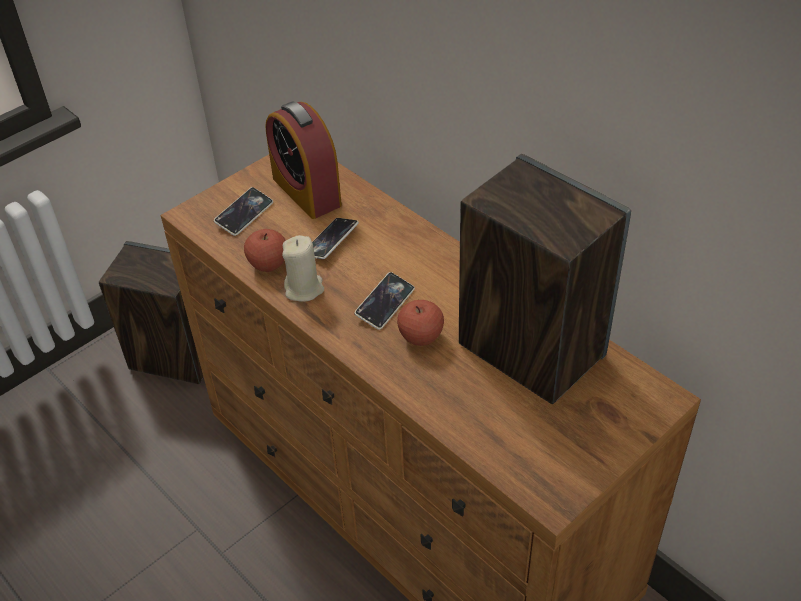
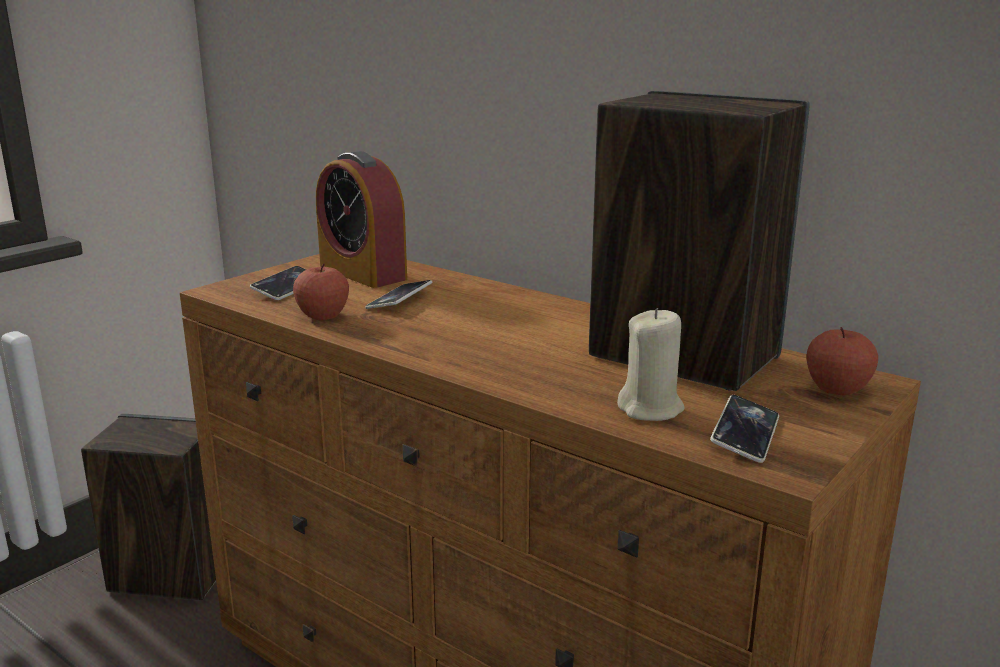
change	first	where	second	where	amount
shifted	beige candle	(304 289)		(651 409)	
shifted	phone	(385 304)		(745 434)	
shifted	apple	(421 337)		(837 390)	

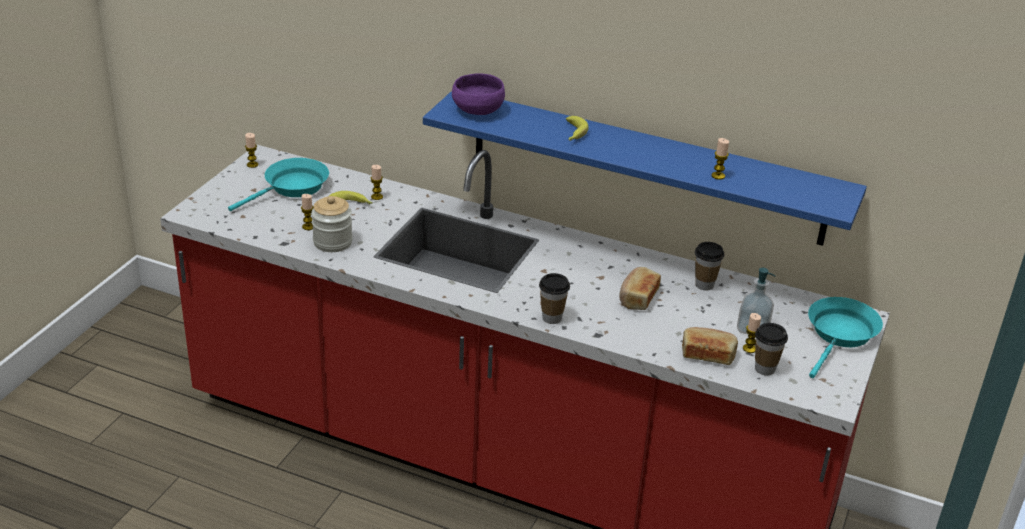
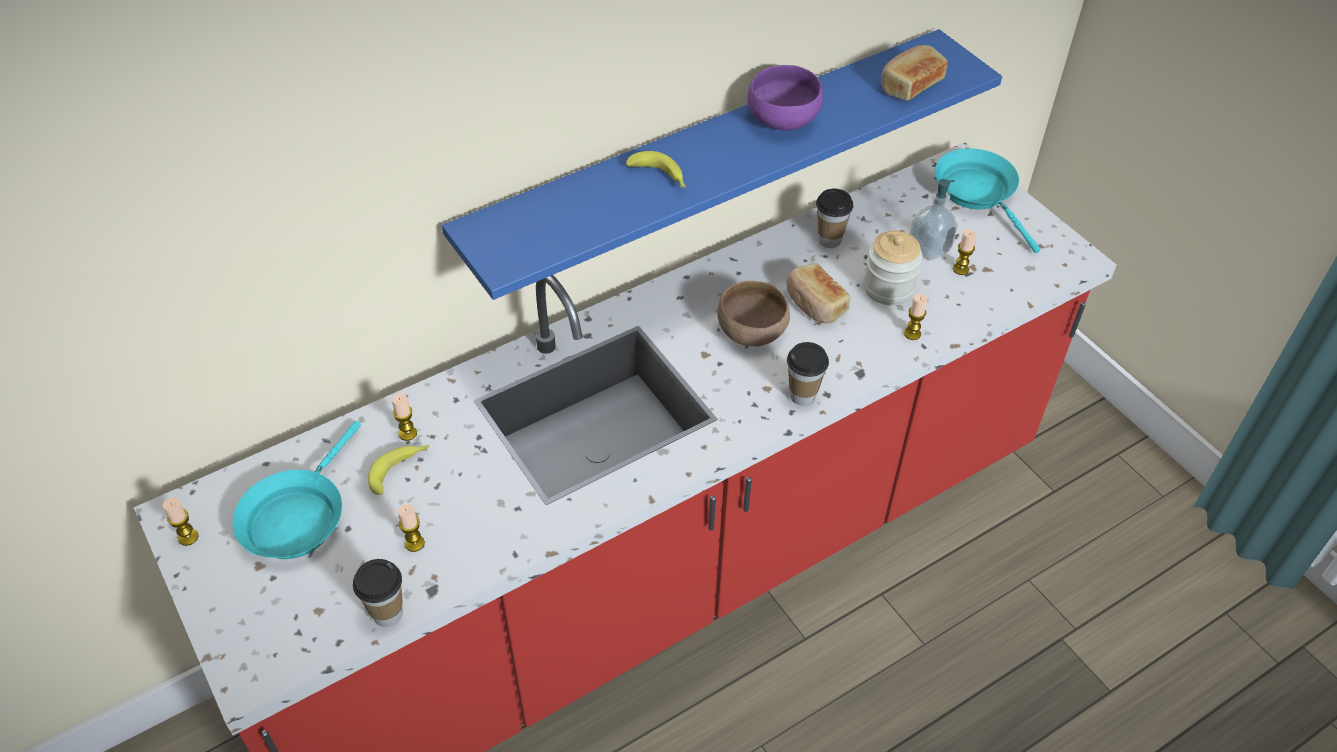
change	first	where	second	where	amount
rotated	turquoise frying pan	(292 187)		(297 516)	150 degrees counterclockwise
shifted	cup	(765 369)		(387 613)	
new			brown bowl	(753 331)	
shifted	purple bowl	(477 111)		(782 121)	
shifted	jar	(332 242)		(888 288)	
shifted	bread	(707 355)		(909 84)	
shifted	candle	(718 176)		(912 333)	

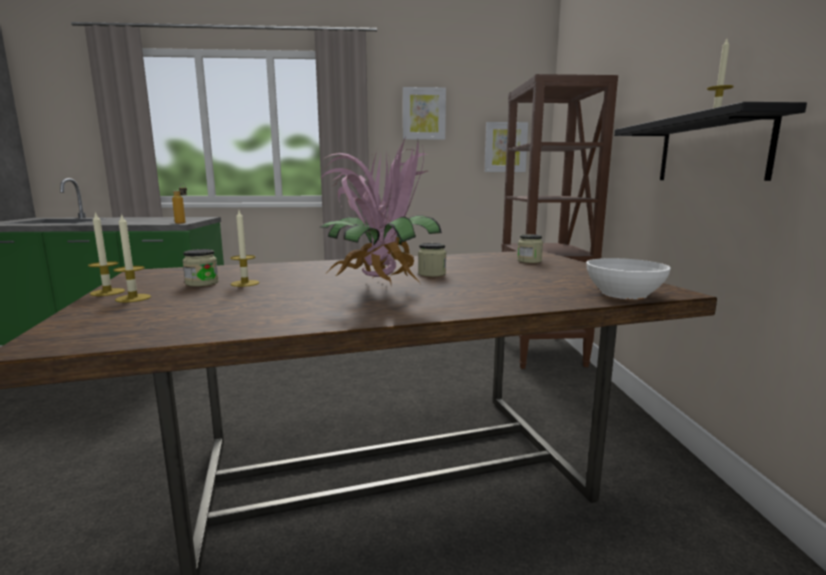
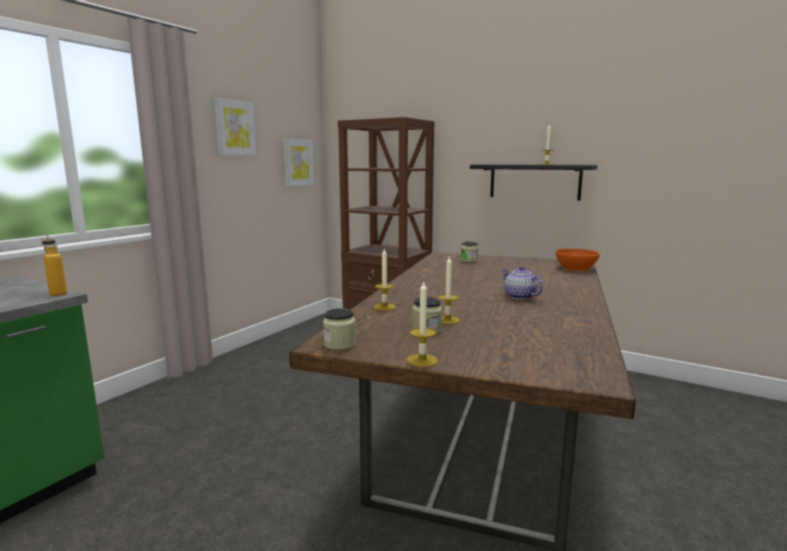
change	first	where	second	where	amount
shifted	jar	(432 274)		(339 344)	
shifted	candle	(133 298)		(384 307)	
swapped	potted plant	(381 291)	teapot	(520 297)	
repainted	white bowl	(623 294)	orange bowl	(576 268)	

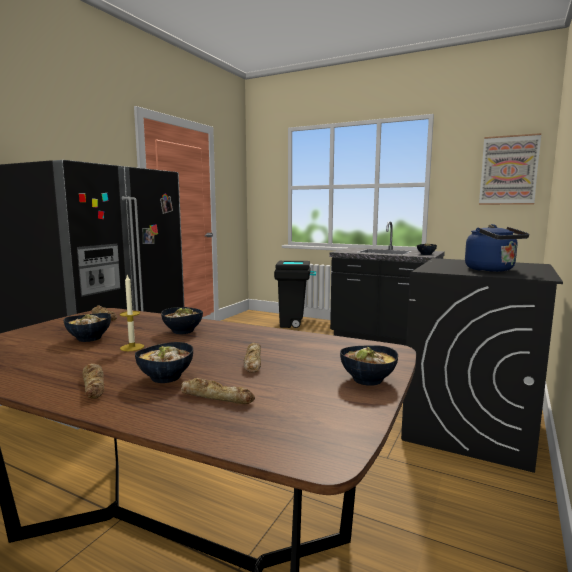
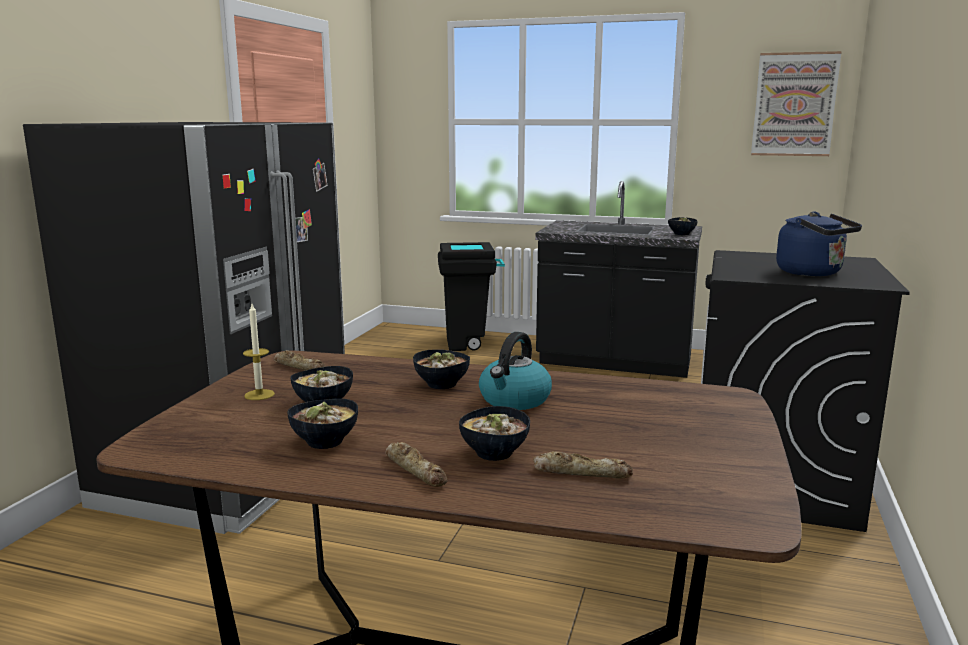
change	first	where	second	where	amount
shifted	candle	(132 347)		(259 395)	
shifted	bowl	(366 379)		(323 441)	
new			kettle	(514 400)	
gone	bread	(252 362)			

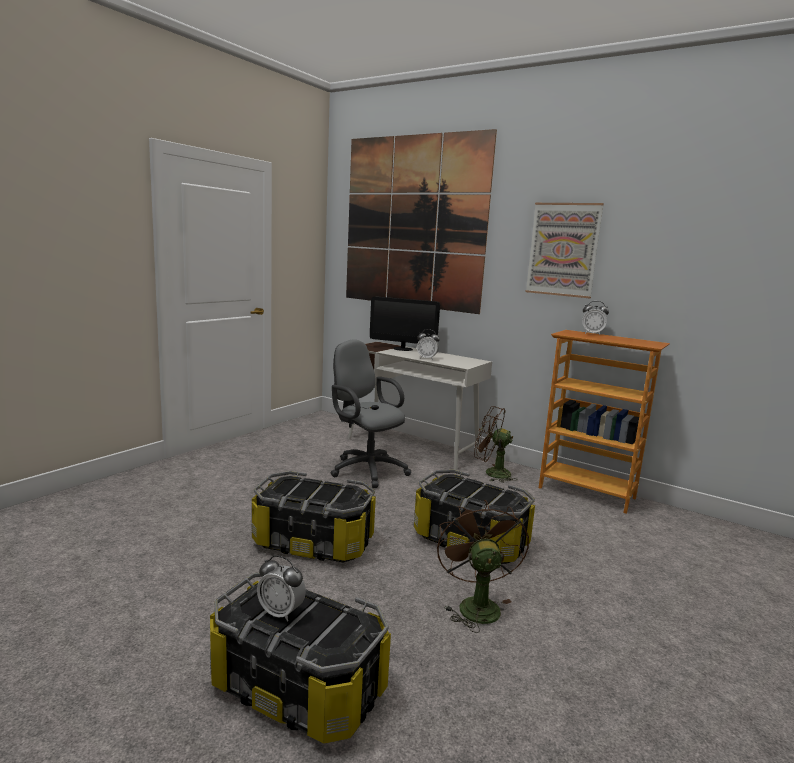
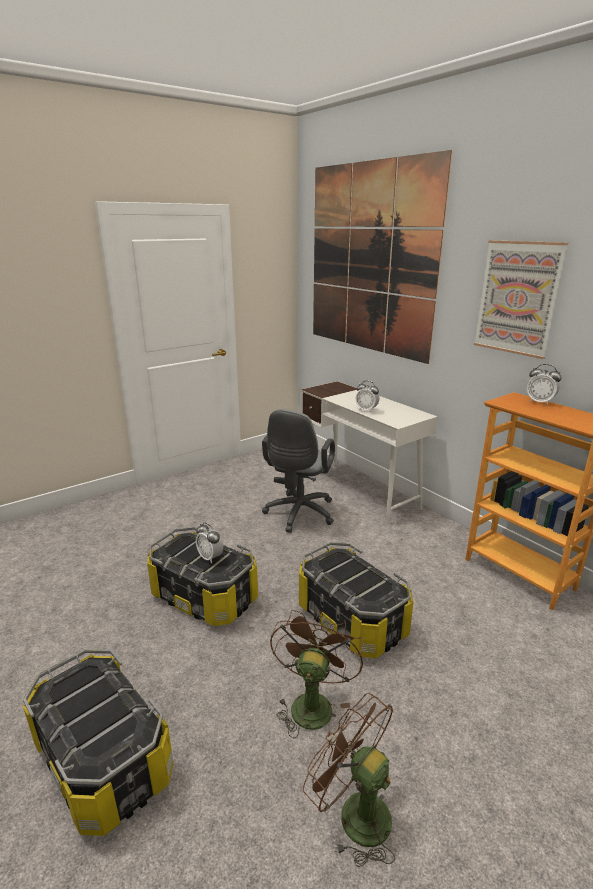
change	first	where	second	where	amount
shifted	alarm clock	(281 613)		(210 557)	
rotated	grey office chair	(365 469)		(298 515)	135 degrees counterclockwise
shifted	brown fan	(491 473)		(354 812)	
gone	monitor	(403 349)			

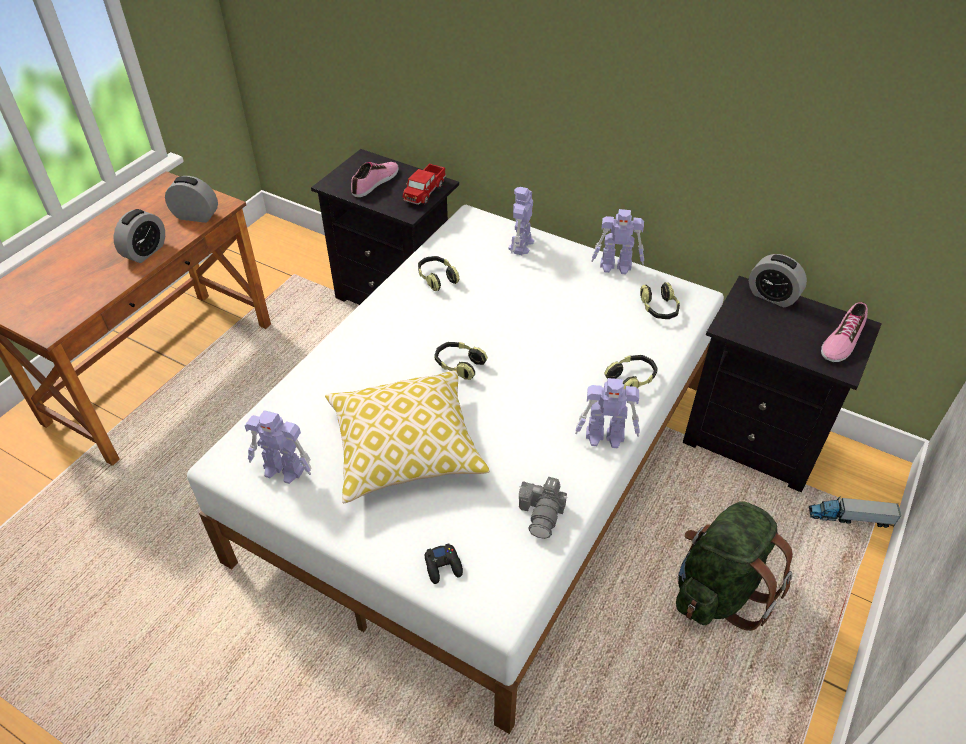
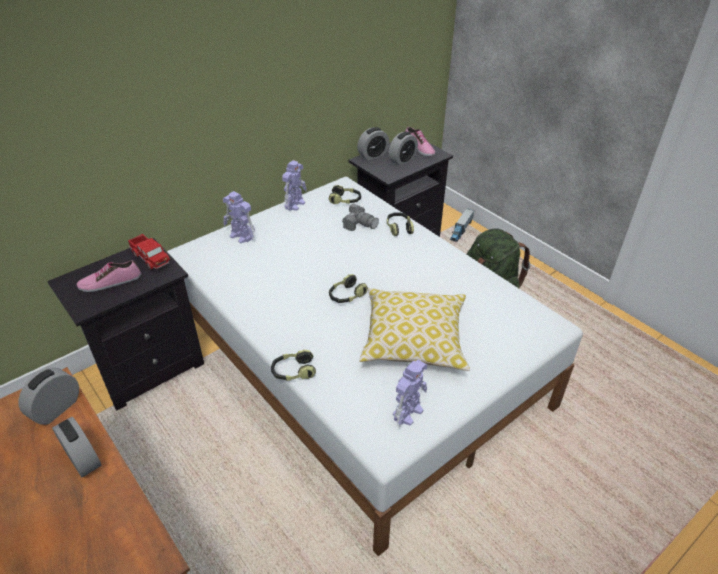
change	first	where	second	where	amount
rotated	shoe	(375 182)		(110 282)	75 degrees counterclockwise
shifted	headphones	(437 278)		(293 372)	
shifted	photo camera	(542 513)		(360 224)	
new			alarm clock	(402 160)	
gone	black game controller	(443 566)			
gone	toy robot	(606 437)			

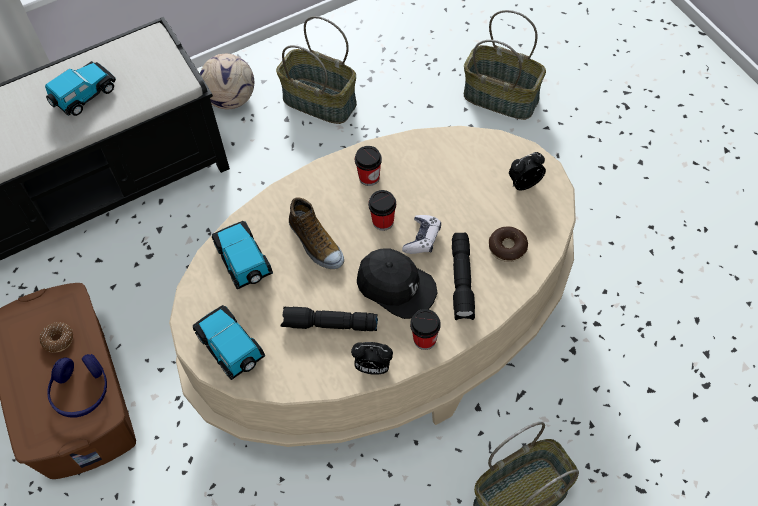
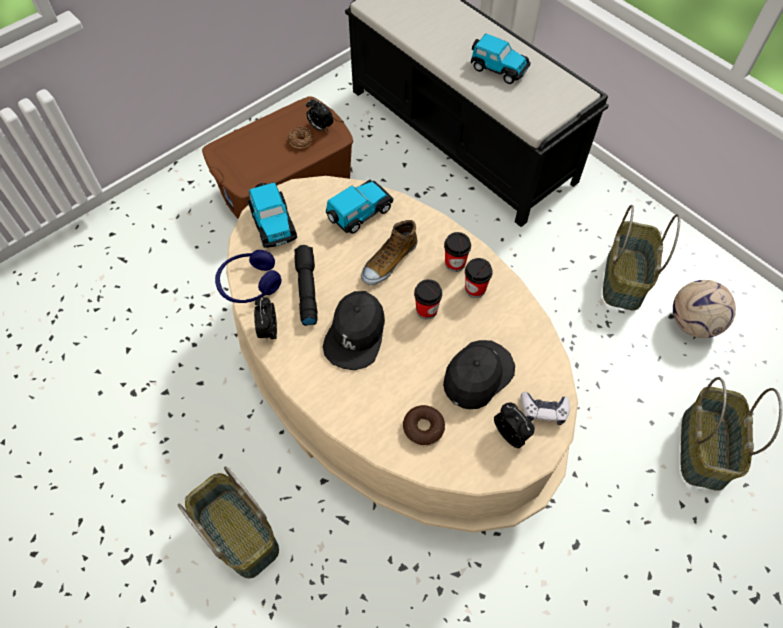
change	first	where	second	where	amount
shifted	blue headphones	(81 391)		(249 284)	
rotated	toy car	(231 348)		(273 224)	120 degrees clockwise
new			alarm clock	(320 127)	
new			black cap	(477 375)	
shifted	cup	(425 339)		(455 263)	
shifted	game controller	(422 238)		(543 411)	
shifted	football	(230 99)		(692 322)	
gone	black flashlight	(462 281)			

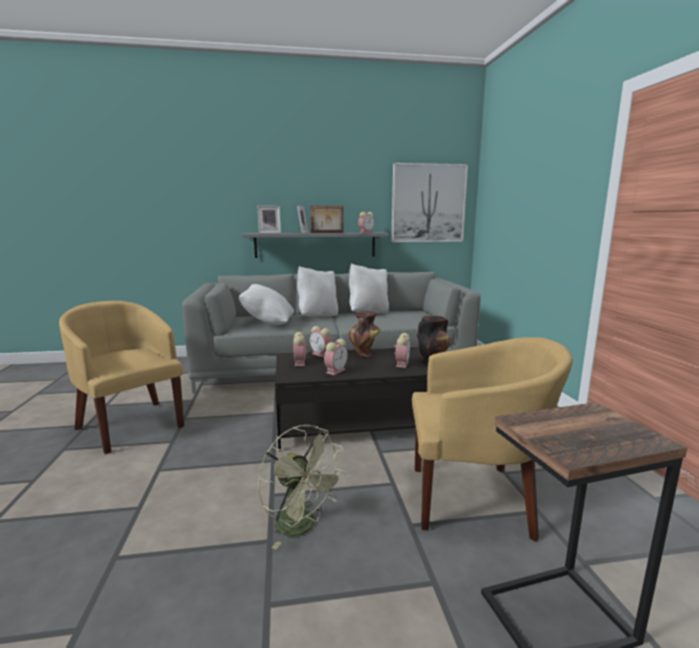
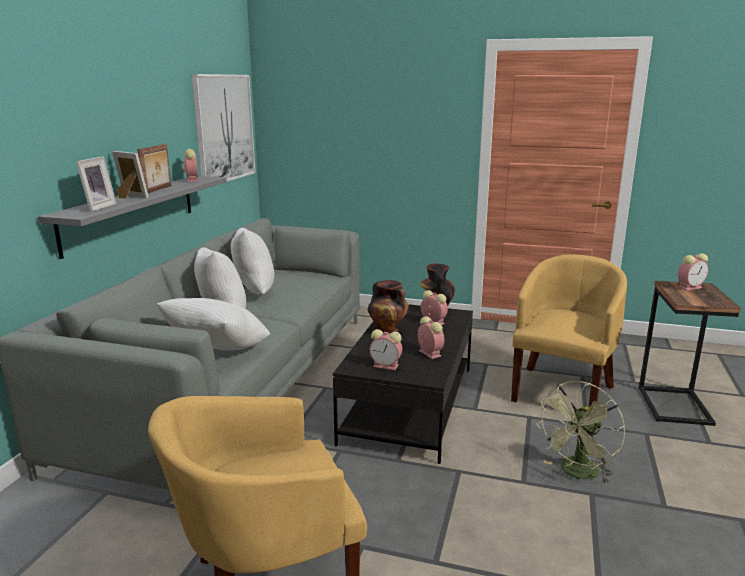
change	first	where	second	where	amount
rotated	green fan	(302 527)		(577 473)	150 degrees clockwise
shifted	alarm clock	(321 354)		(690 287)	

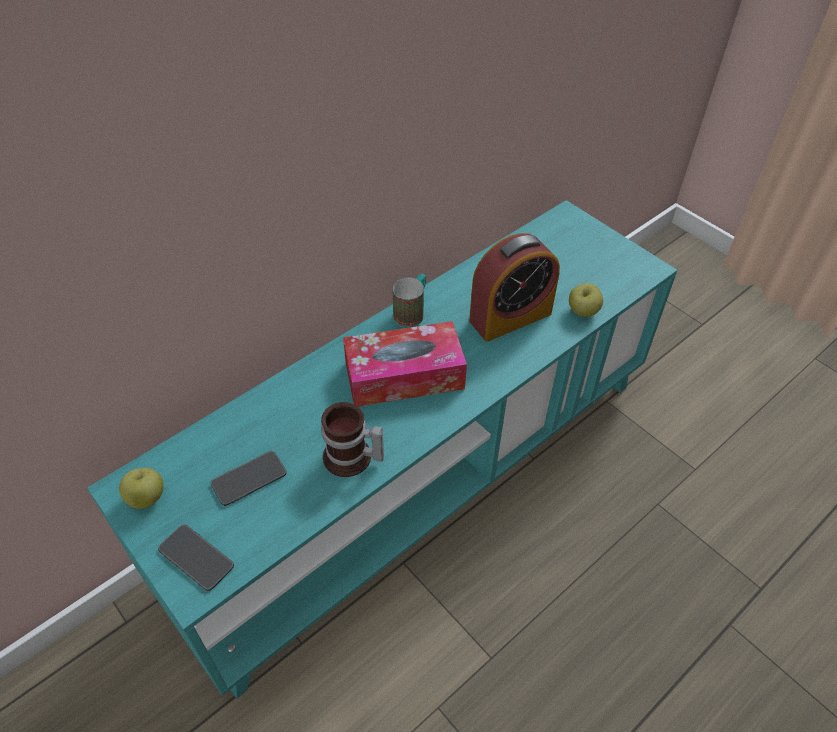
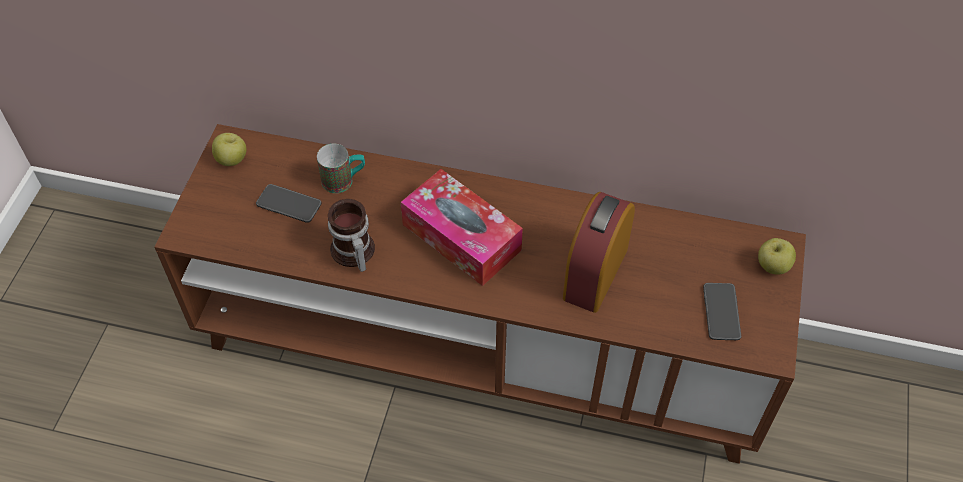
change	first	where	second	where	amount
repainted	turquoise tv stand	(417 479)	brown tv stand	(481 347)	
shifted	mug	(412 312)		(344 181)	
rotated	alarm clock	(510 317)		(595 273)	90 degrees clockwise
shifted	phone	(196 558)		(721 312)	
shifted	apple	(583 312)		(772 266)	

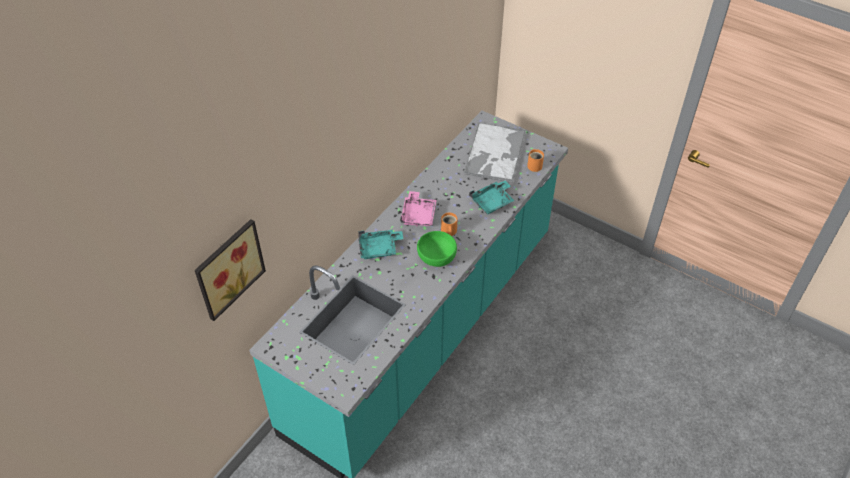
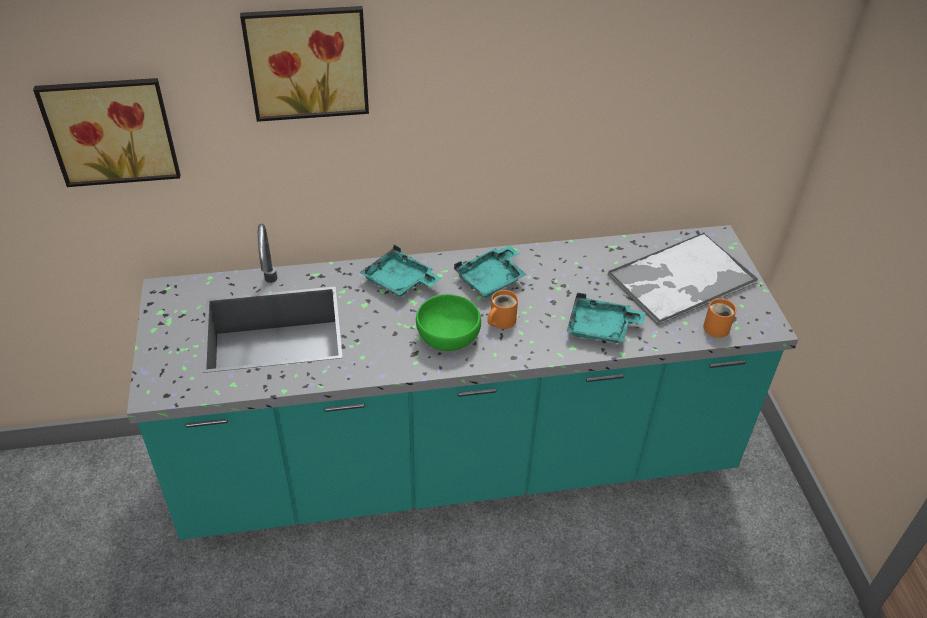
change	first	where	second	where	amount
new			picture	(307 61)	
repainted	pink tray	(418 215)	turquoise tray	(491 279)	

